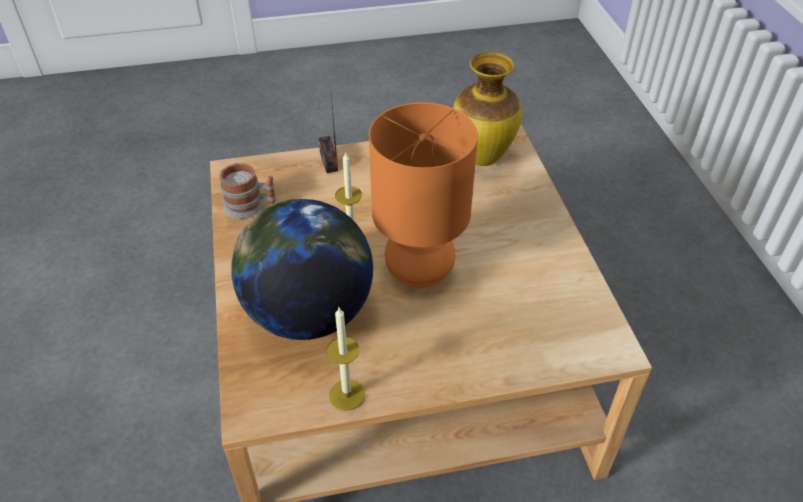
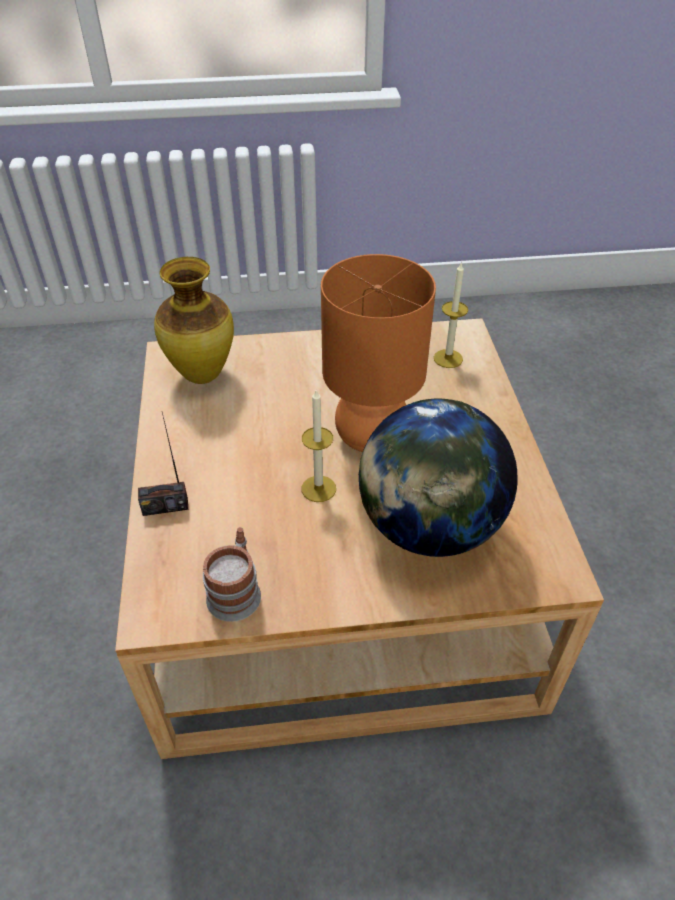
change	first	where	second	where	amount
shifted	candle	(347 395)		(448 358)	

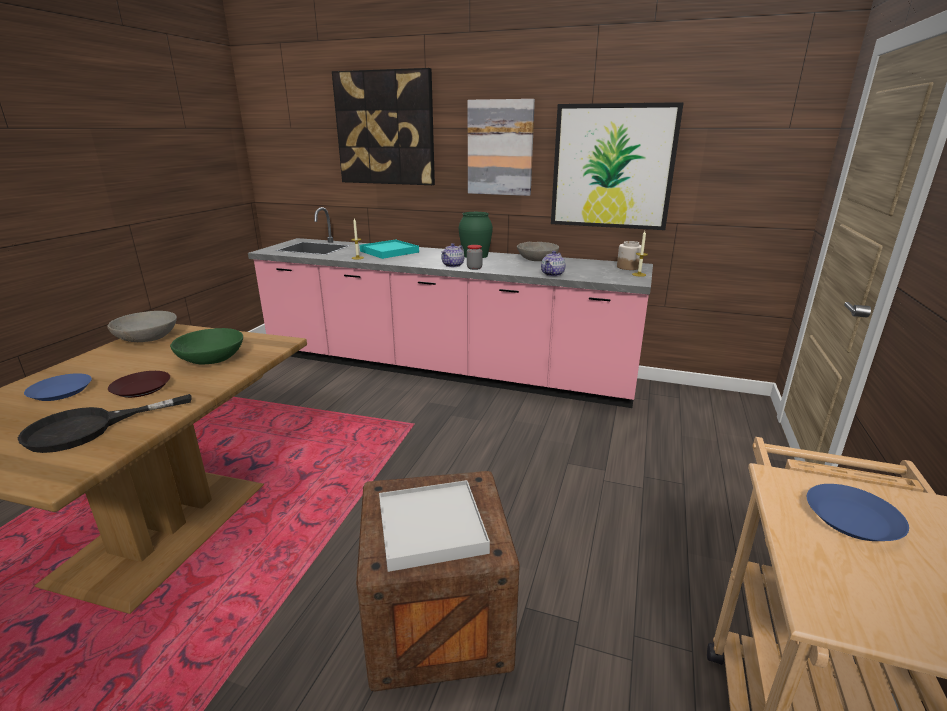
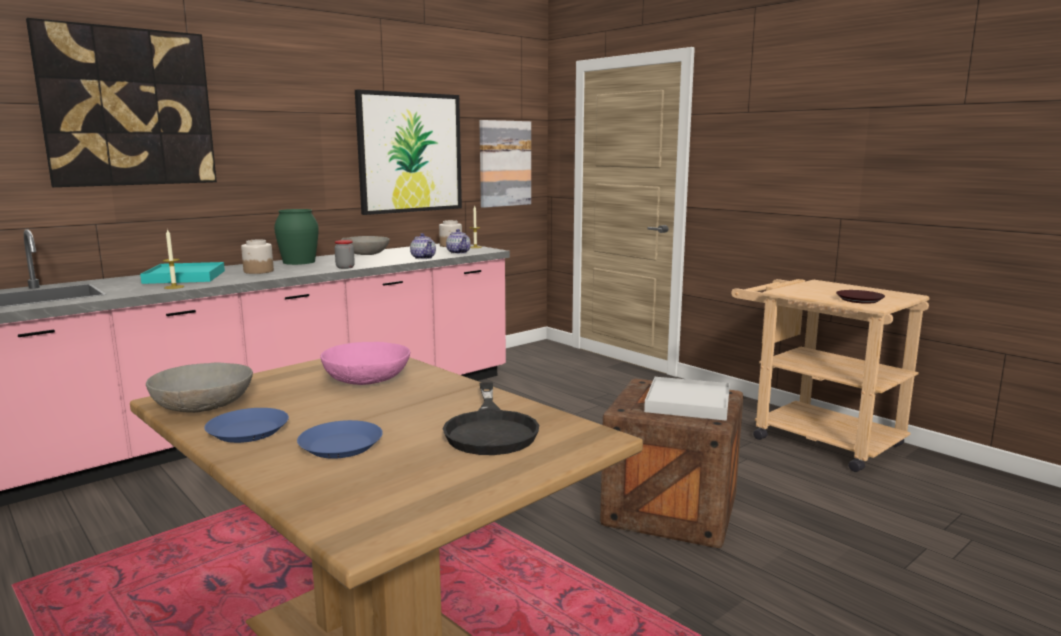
change	first	where	second	where	amount
shifted	blue plate	(853 520)		(249 431)	
new			jar	(258 271)	
repainted	green bowl	(211 359)	pink bowl	(367 379)	
shifted	teapot	(453 265)		(458 252)	
shifted	picture	(500 148)		(504 163)	
shifted	brown plate	(141 388)		(859 300)	

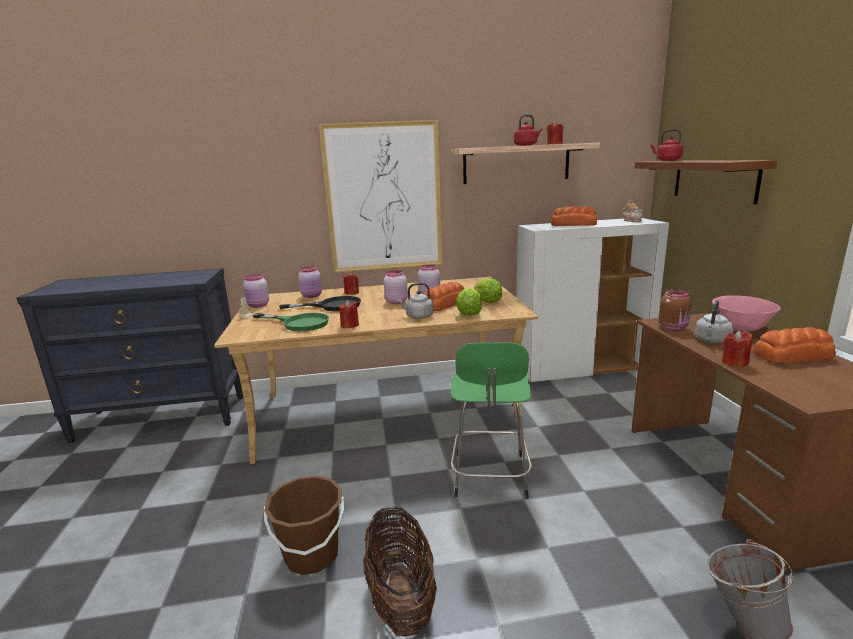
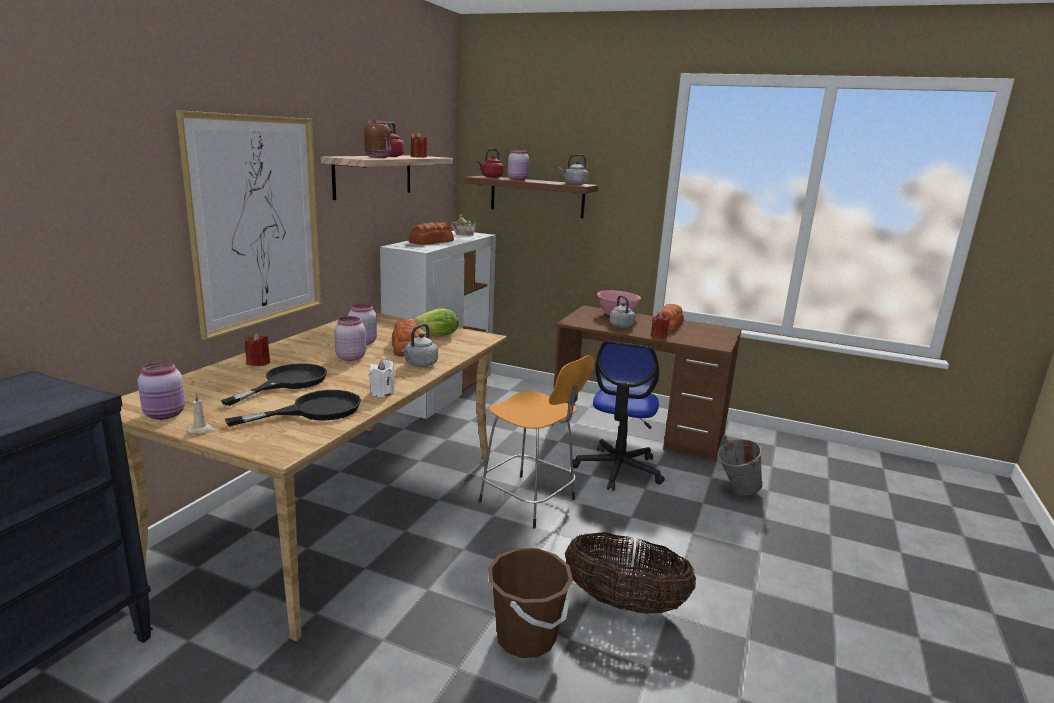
change	first	where	second	where	amount
repainted	green frying pan	(299 323)	black frying pan	(314 410)	
shifted	brown jar	(673 327)		(378 157)	
repainted	red candle	(350 325)	white candle	(382 393)	
repainted	green stool	(490 477)	orange stool	(530 502)	
shifted	pink jar	(312 296)		(518 179)	
new			grey kettle	(574 184)	
new			office chair	(618 469)	
gone	lettuce	(468 314)			

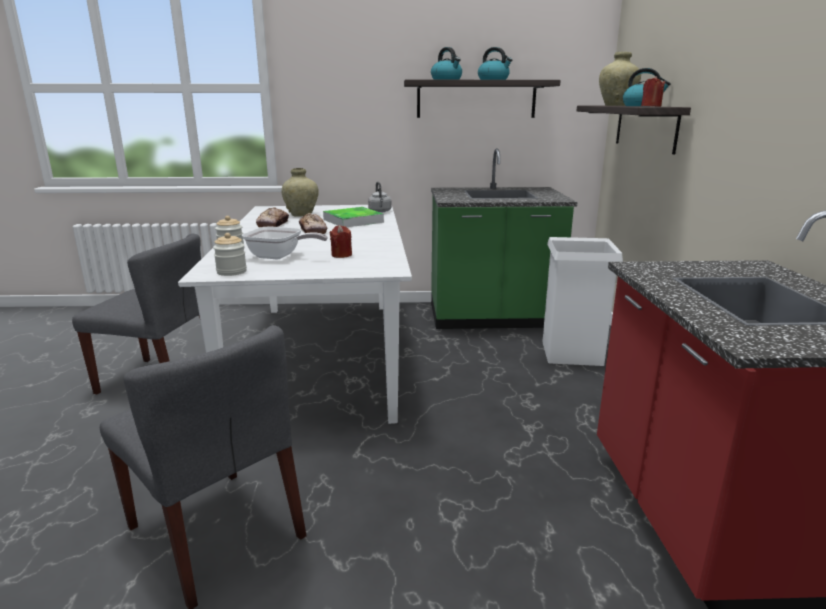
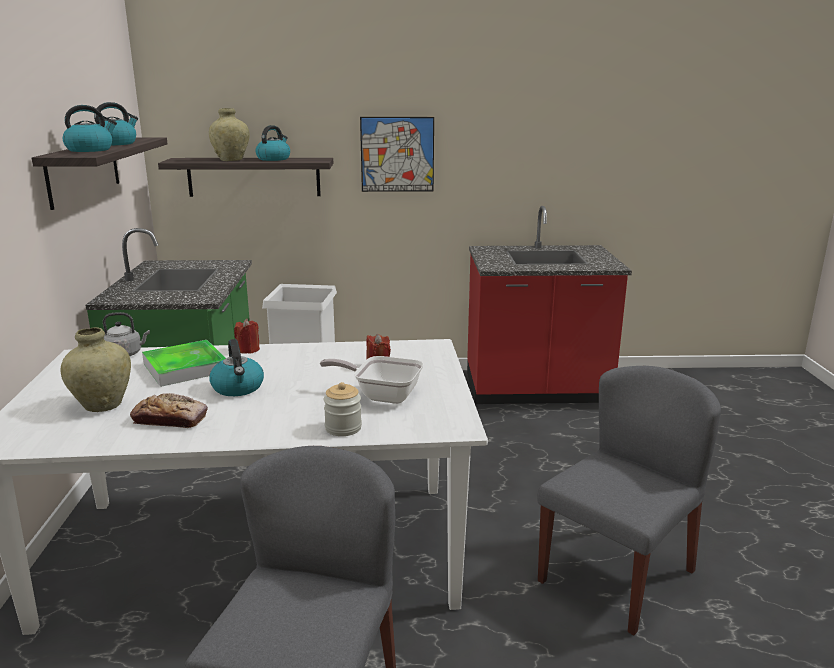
change	first	where	second	where	amount
swapped	bread	(313 230)	kettle	(238 388)	
shifted	red candle	(651 106)		(248 350)	
rotated	frying pan	(279 257)		(382 395)	90 degrees counterclockwise
new			picture	(397 154)	
gone	jar	(231 272)			

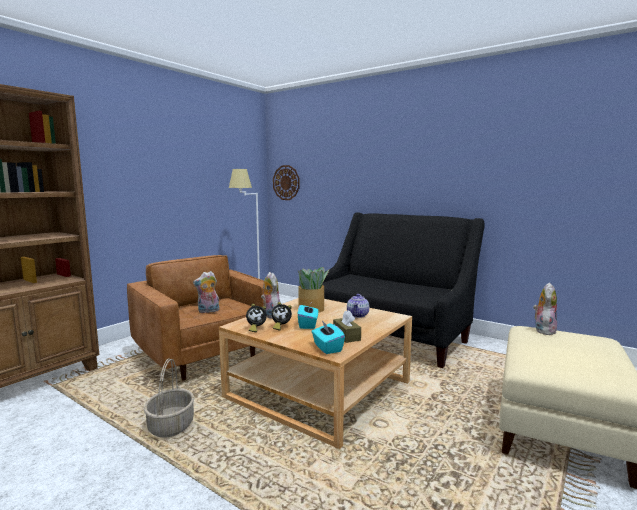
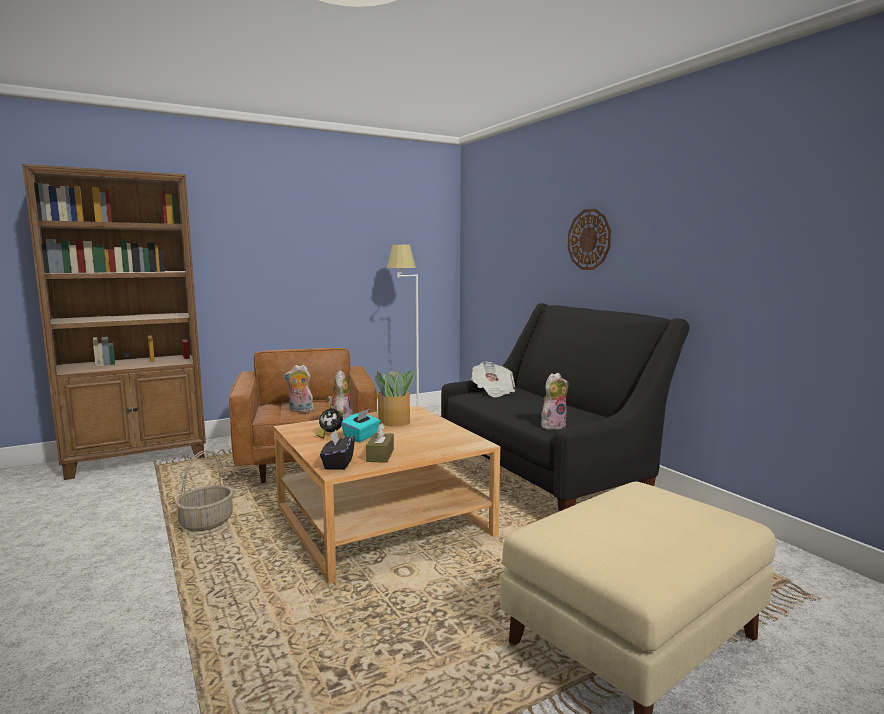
change	first	where	second	where	amount
repainted	turquoise tissue box	(327 348)	black tissue box	(338 463)	
new			newspaper	(493 391)	
shifted	plush toy	(543 330)		(553 425)	
shifted	wall clock	(286 182)		(589 239)	
gone	alarm clock	(255 328)			
gone	teapot	(358 315)			

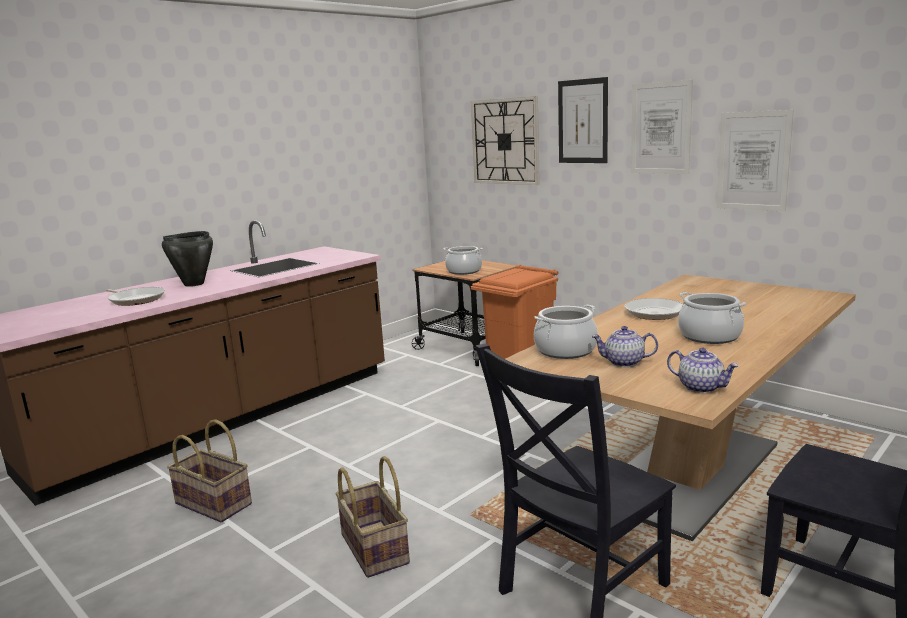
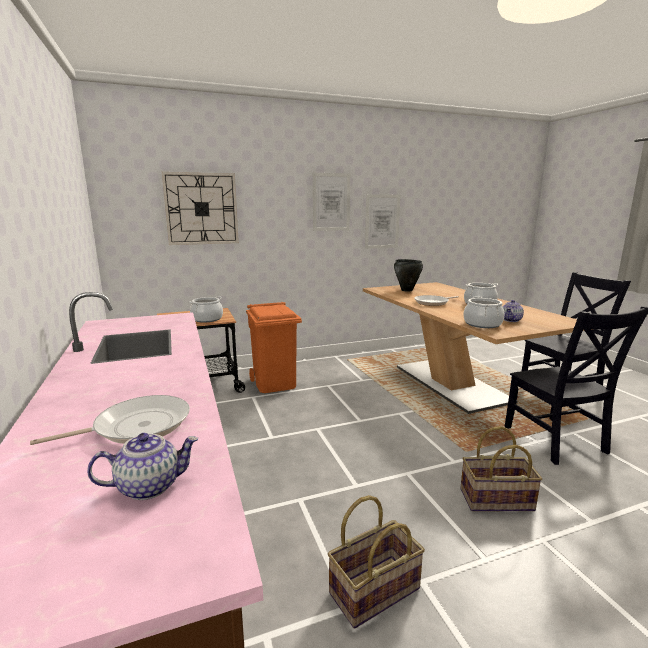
change	first	where	second	where	amount
shifted	teapot	(701 387)		(150 486)	
shifted	black cooking pot	(193 284)		(407 290)	
gone	picture	(583 121)			

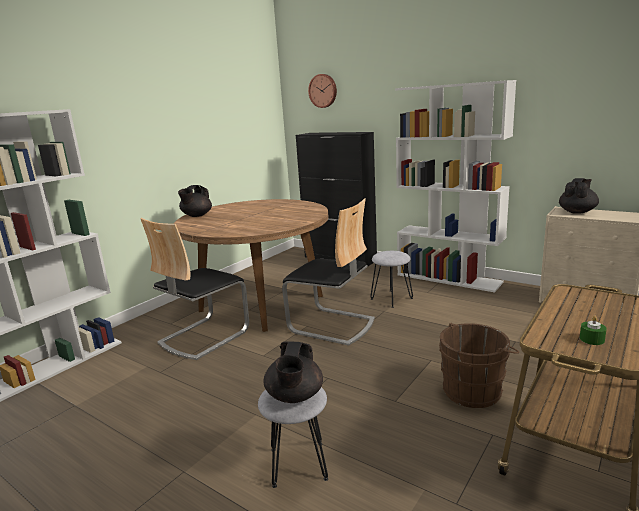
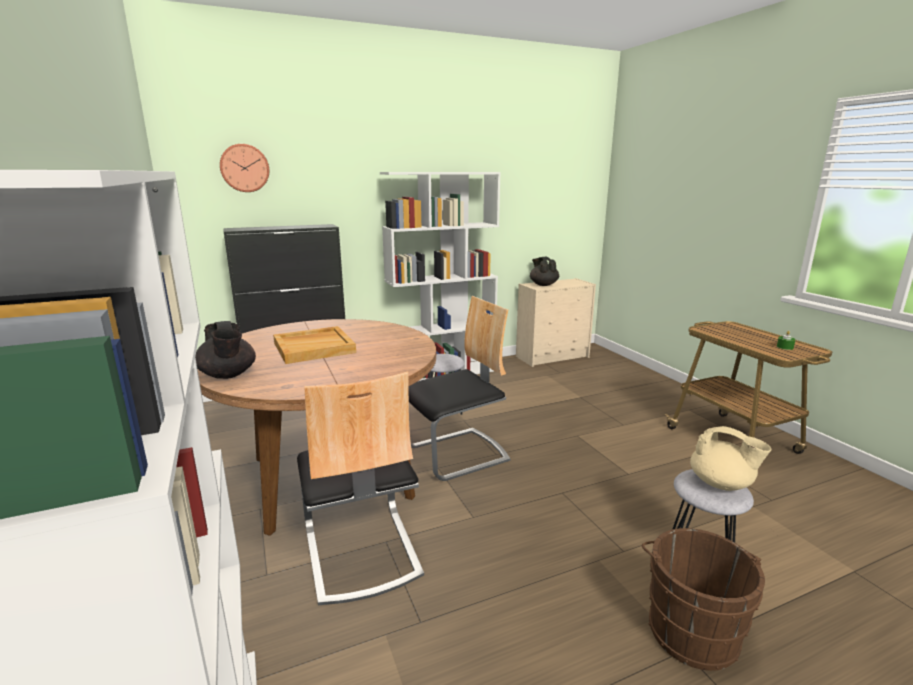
change	first	where	second	where	amount
new			beige tray	(314 347)	
shifted	brown bucket	(474 390)		(690 629)	
repainted	black teapot	(294 397)	beige teapot	(721 484)	

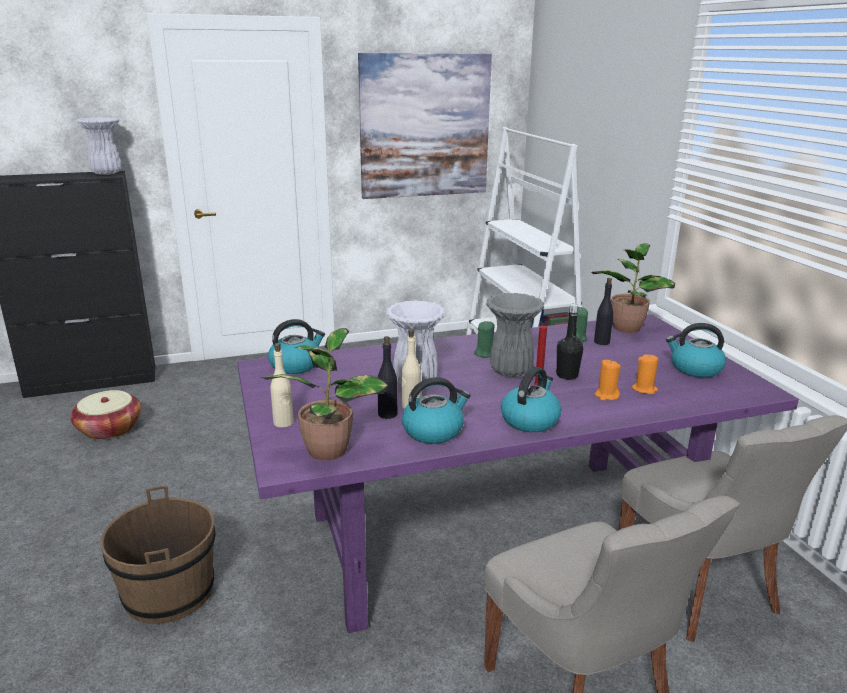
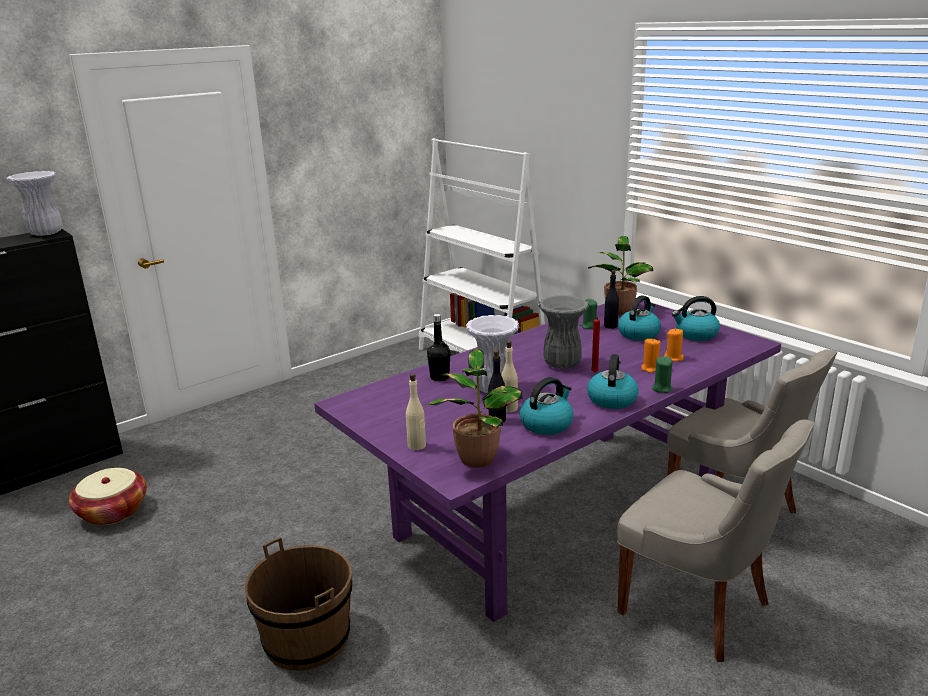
change	first	where	second	where	amount
shifted	black bottle	(567 375)		(439 377)	
shifted	kettle	(296 365)		(638 334)	
shifted	green candle	(484 353)		(661 388)	
gone	picture	(425 126)			

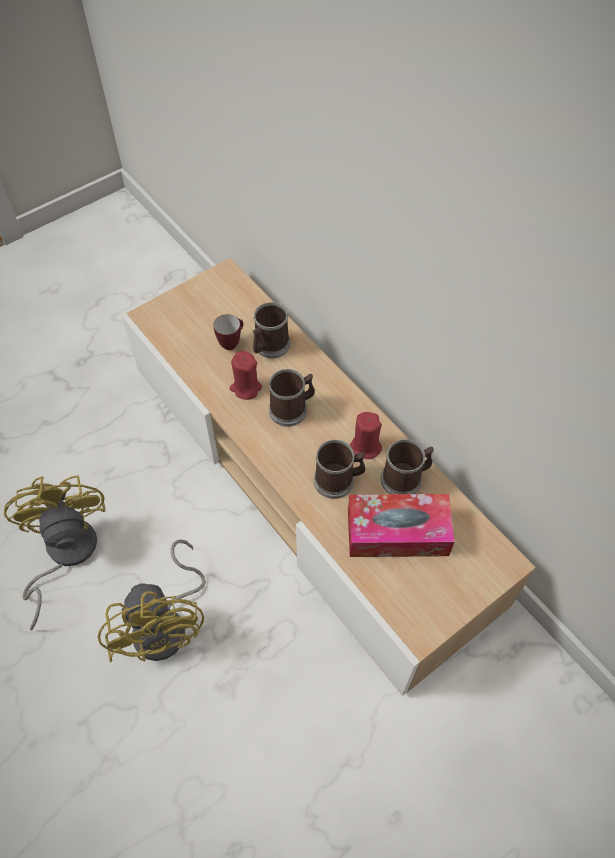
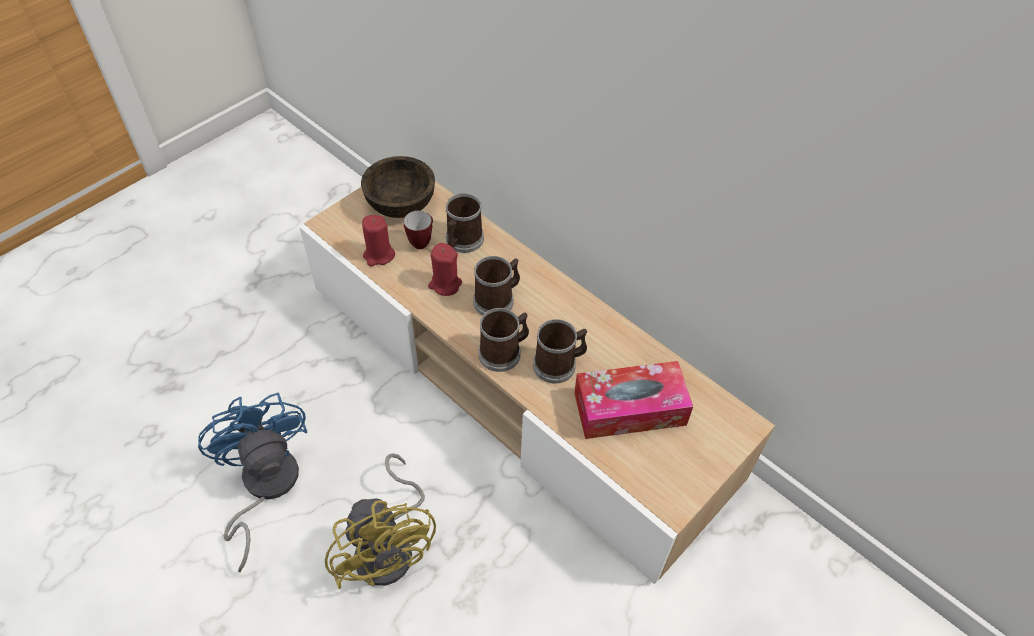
change	first	where	second	where	amount
repainted	yellow fan	(64 554)	blue fan	(264 487)	
new			brown bowl	(401 205)	
shifted	red candle	(365 447)		(379 255)	
shifted	mug	(405 478)		(504 352)	

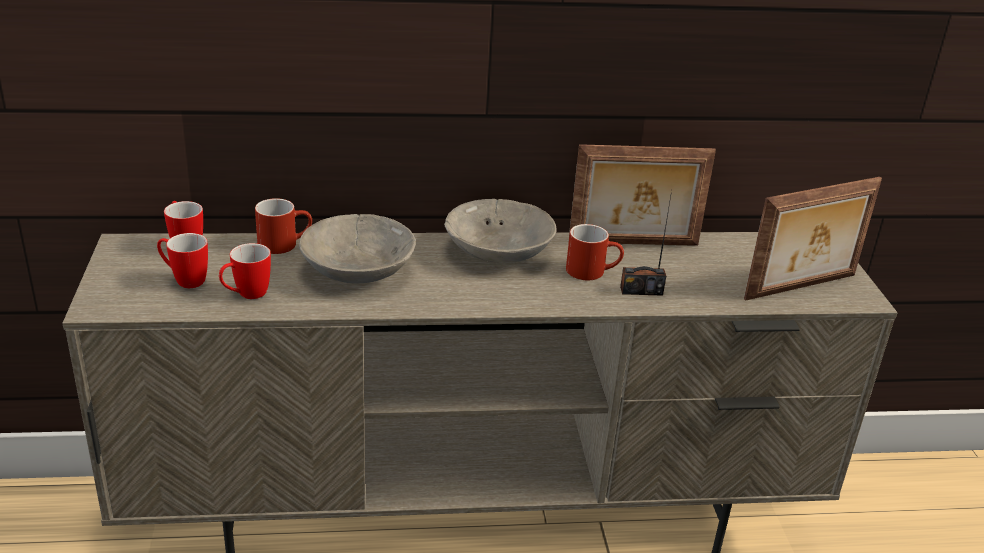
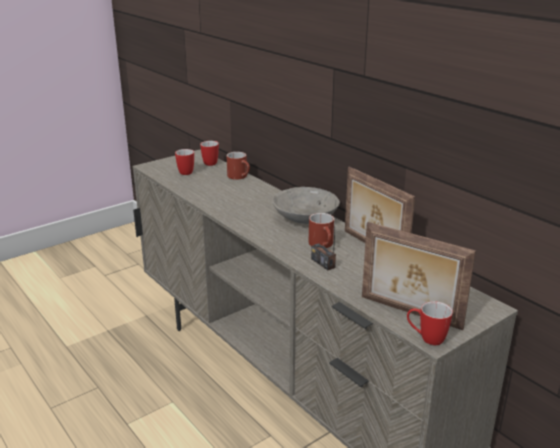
change	first	where	second	where	amount
shifted	mug	(246 295)		(426 338)	
gone	grey bowl	(357 271)			

